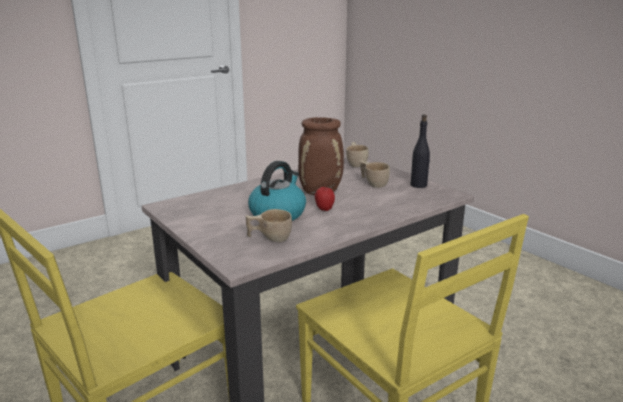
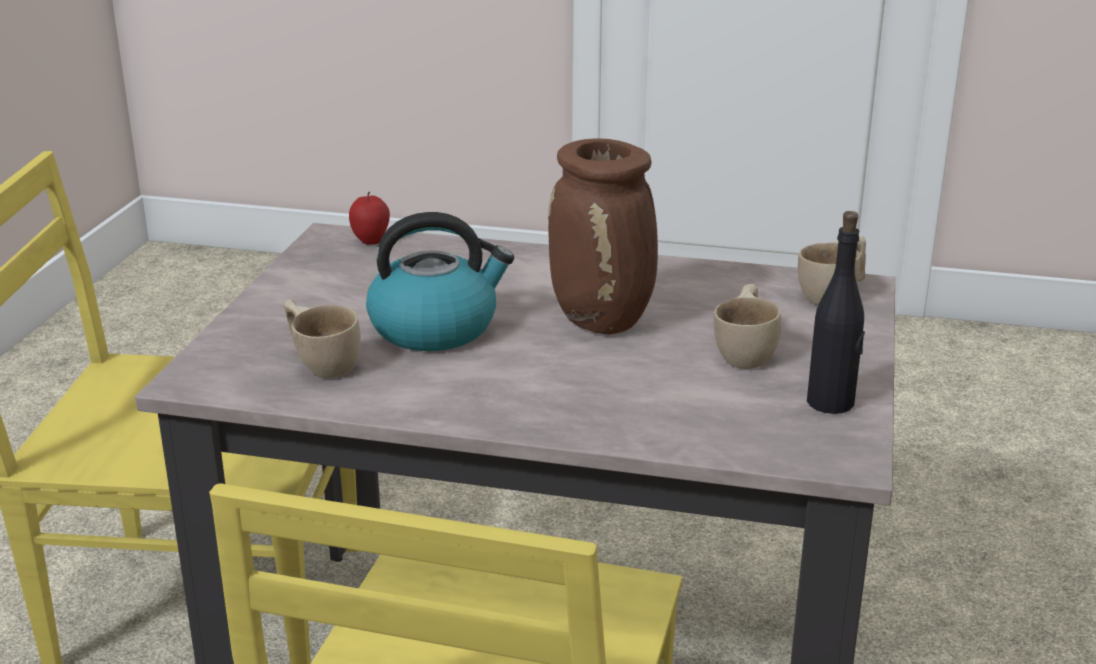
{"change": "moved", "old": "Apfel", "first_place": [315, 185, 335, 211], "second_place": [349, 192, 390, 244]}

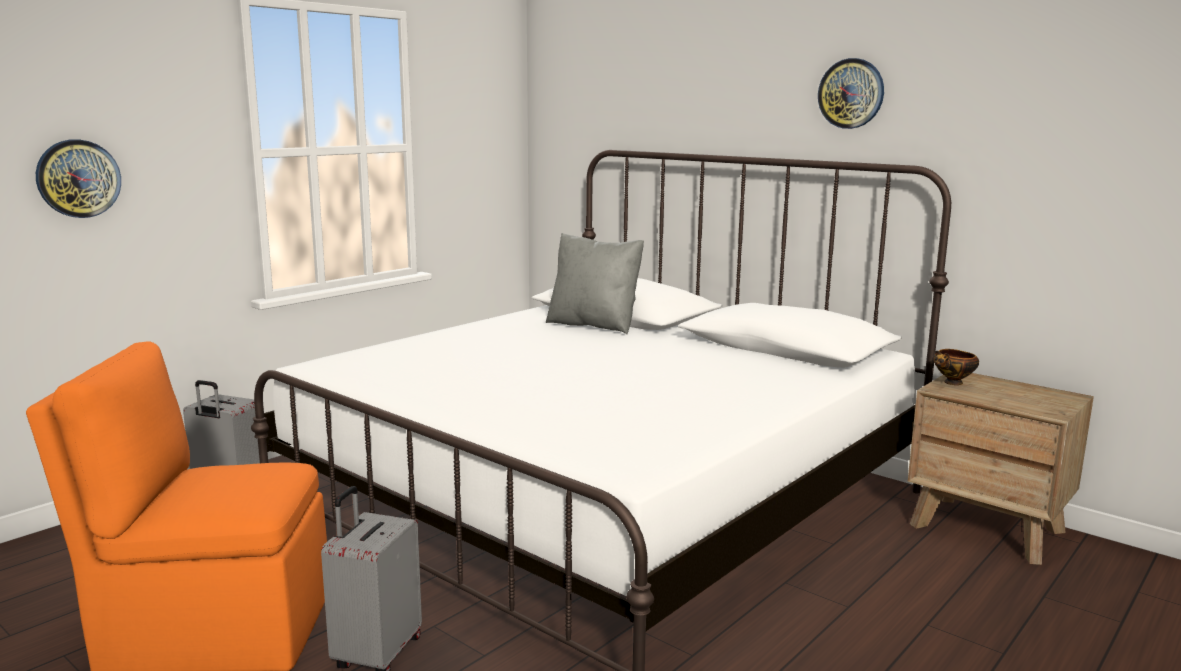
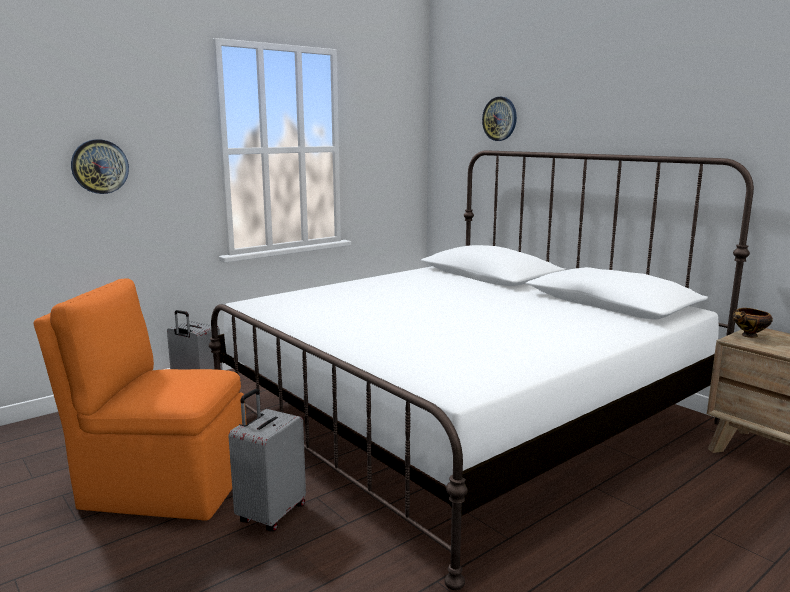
{"change": "moved", "old": "Wanduhr", "first_place": [818, 58, 884, 129], "second_place": [482, 97, 517, 141]}
{"change": "removed", "old": "Kissen (grau)", "first_place": [546, 233, 644, 334]}

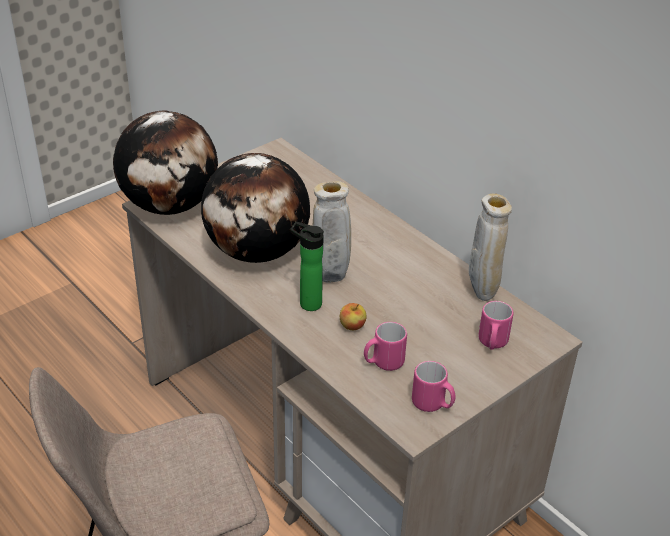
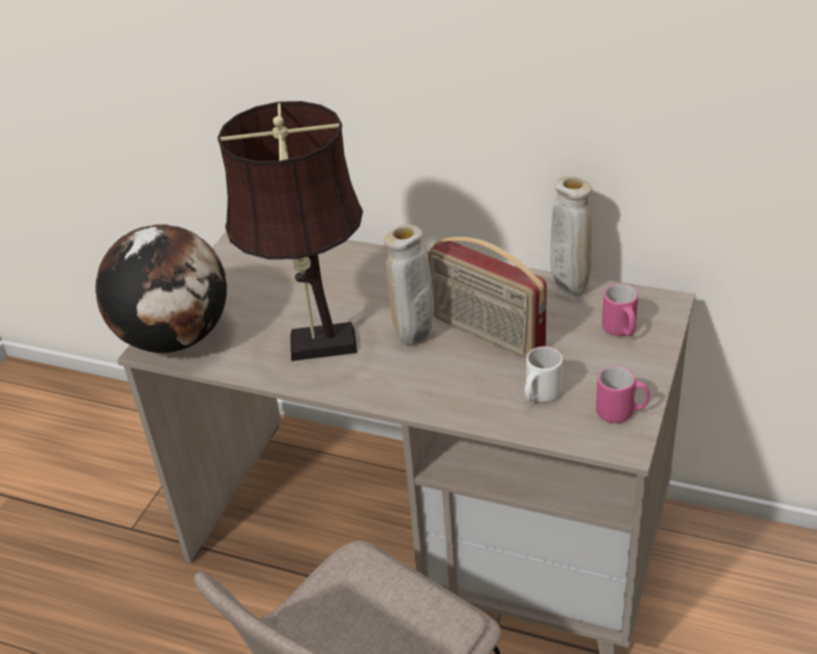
{"change": "replaced", "old": "Globus", "new": "Tischlampe (braun)", "first_place": [201, 153, 310, 263], "second_place": [217, 101, 363, 361]}
{"change": "added", "new": "Radio", "second_place": [428, 237, 547, 358]}
{"change": "recoloured", "old": "Henkelbecher (rosa)", "new": "Henkelbecher (weiß)", "first_place": [364, 322, 407, 371], "second_place": [525, 347, 563, 402]}
{"change": "removed", "old": "Flasche", "first_place": [290, 222, 324, 311]}
{"change": "removed", "old": "Apfel", "first_place": [340, 303, 367, 330]}

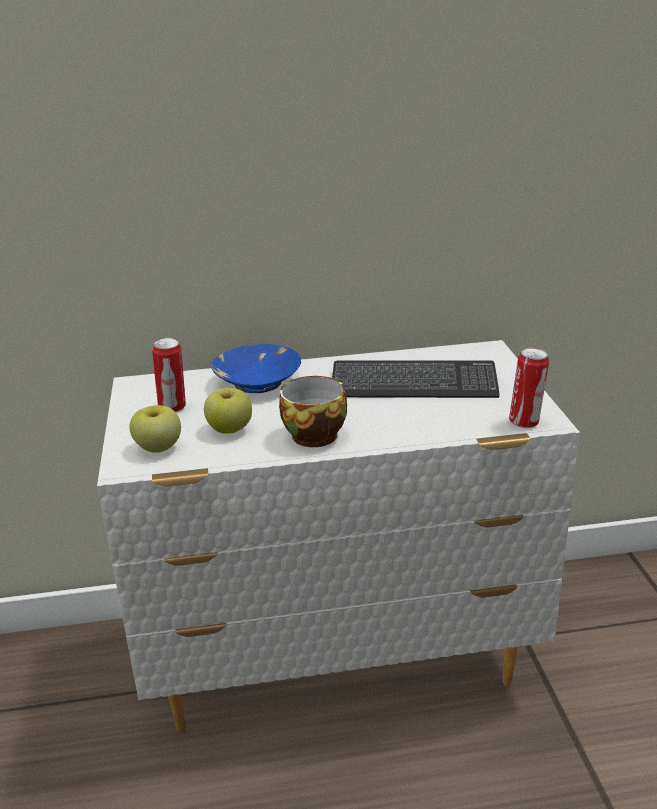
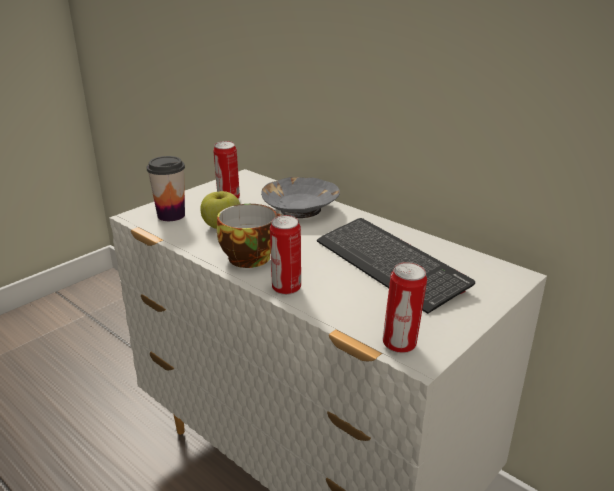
{"change": "replaced", "old": "Apfel", "new": "Tasse", "first_place": [129, 405, 181, 453], "second_place": [146, 156, 185, 221]}
{"change": "recoloured", "old": "Schüssel (blau)", "new": "Schüssel (grau)", "first_place": [212, 344, 301, 393], "second_place": [261, 177, 340, 218]}
{"change": "added", "new": "Dose", "second_place": [270, 215, 301, 295]}

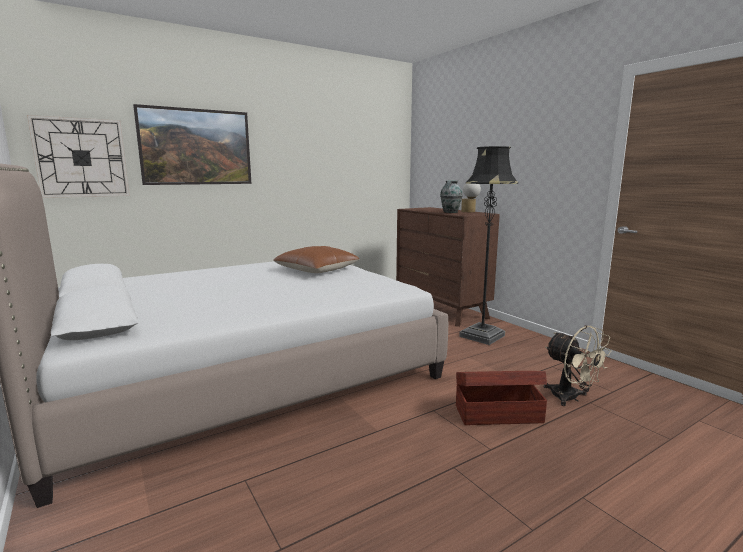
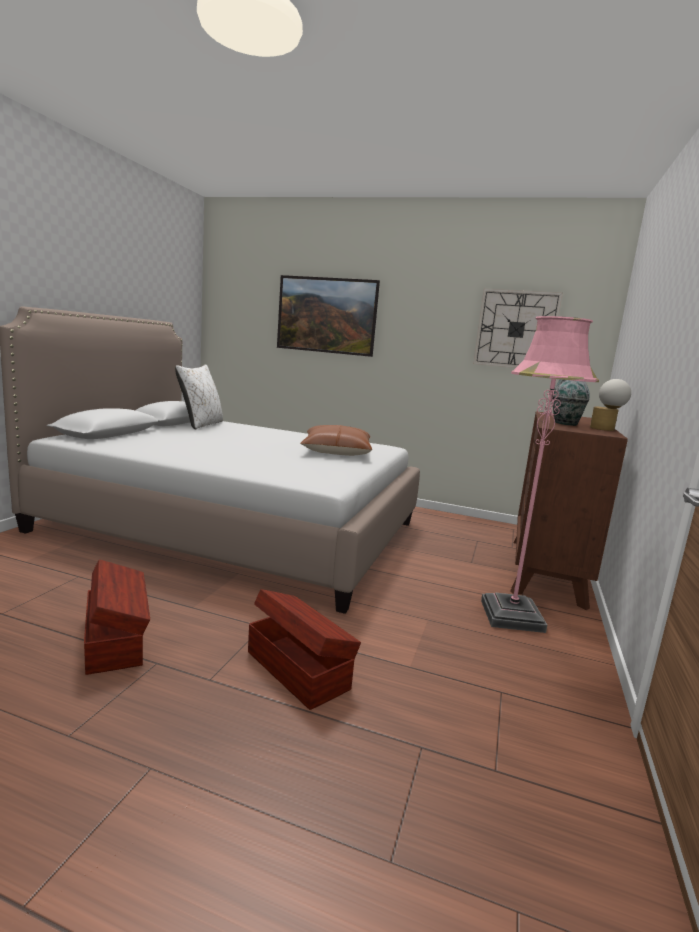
{"change": "added", "new": "Aufbewahrungsbox (braun)", "second_place": [84, 559, 150, 675]}
{"change": "added", "new": "Kissen (weiß)", "second_place": [175, 364, 223, 429]}
{"change": "moved", "old": "Wanduhr", "first_place": [27, 115, 130, 198], "second_place": [473, 289, 563, 368]}
{"change": "recoloured", "old": "Stehlampe (schwarz)", "new": "Stehlampe (rosa)", "first_place": [459, 146, 518, 345], "second_place": [481, 316, 599, 633]}
{"change": "removed", "old": "Ventilator (beige)", "first_place": [544, 325, 612, 406]}

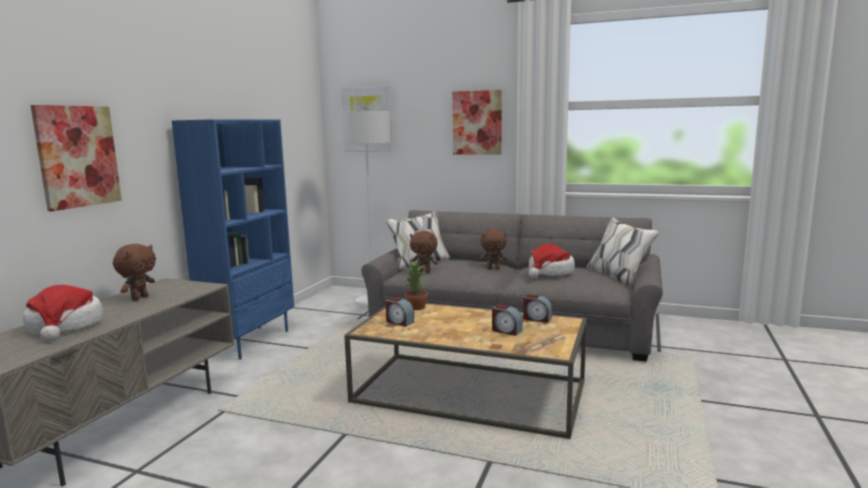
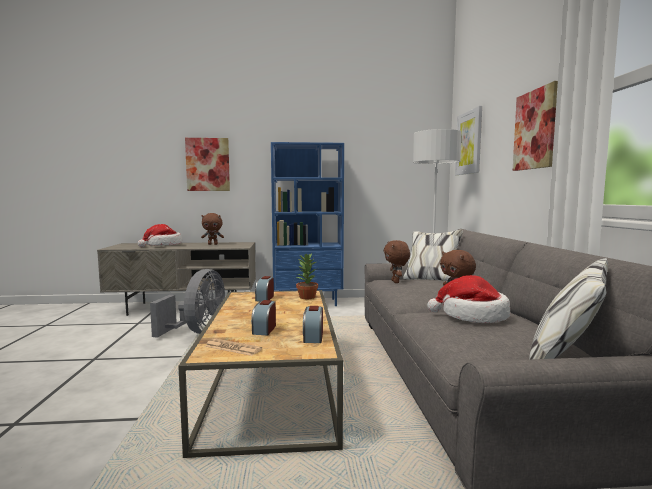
{"change": "added", "new": "Ventilator (grau)", "second_place": [150, 269, 225, 338]}

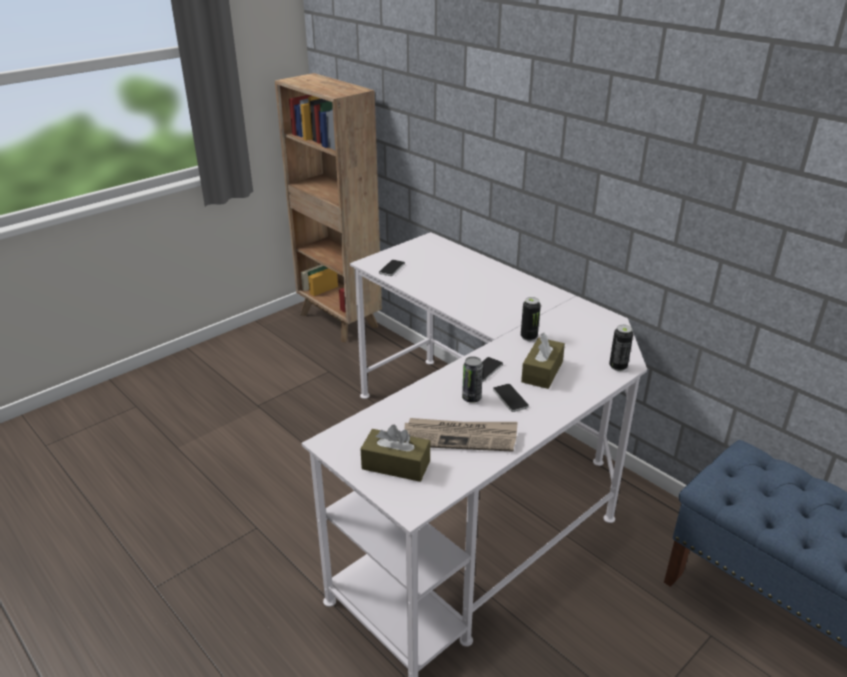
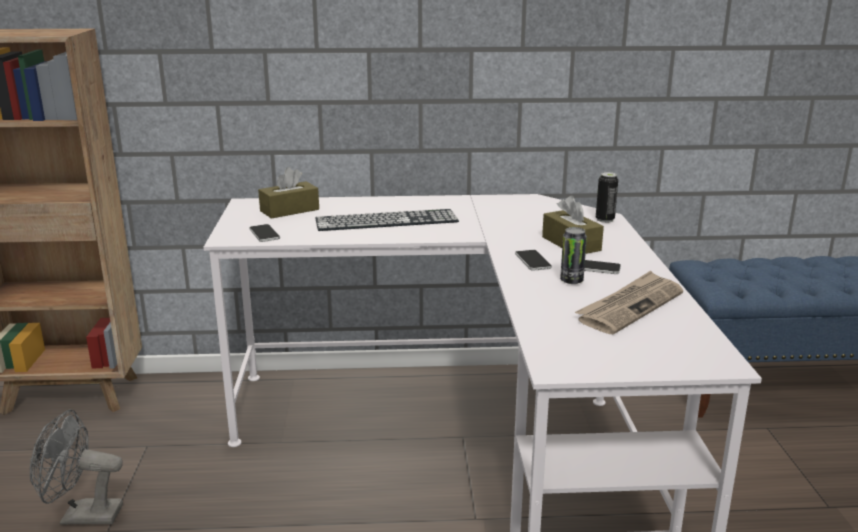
{"change": "added", "new": "Ventilator (grau)", "second_place": [30, 409, 123, 525]}
{"change": "moved", "old": "Taschentuchbox (braun)", "first_place": [360, 425, 430, 482], "second_place": [258, 167, 319, 219]}
{"change": "added", "new": "Tastatur", "second_place": [315, 209, 459, 231]}
{"change": "removed", "old": "Dose", "first_place": [521, 297, 541, 341]}

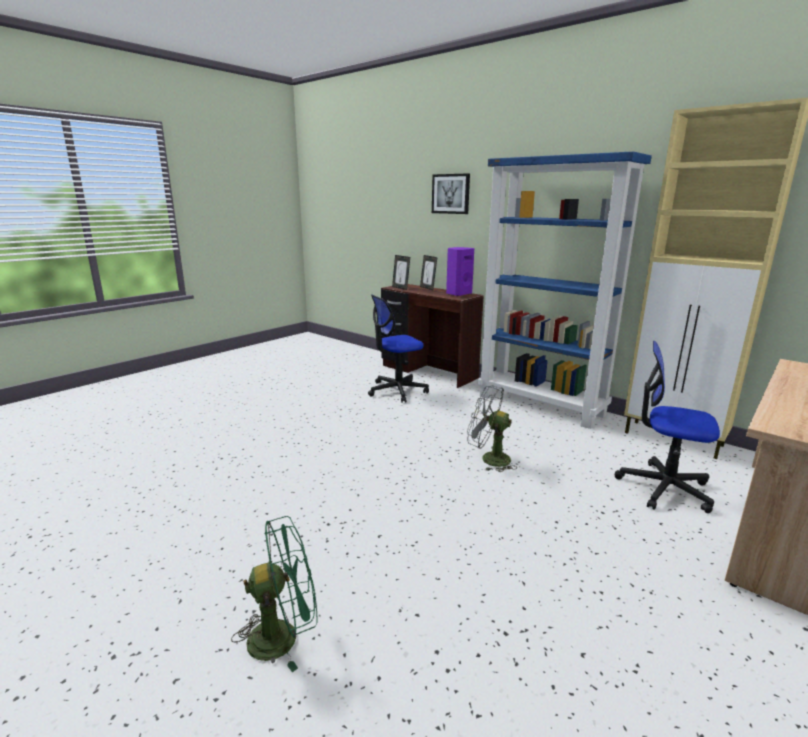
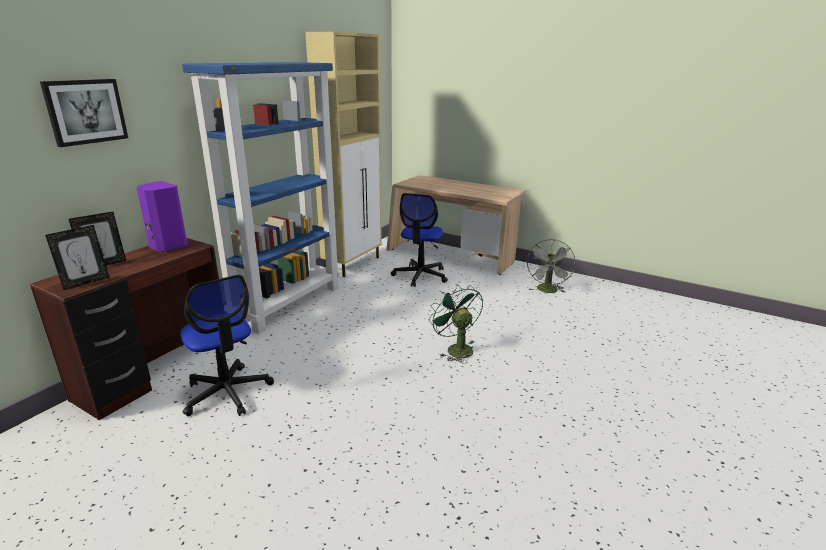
{"change": "moved", "old": "Ventilator (grün)", "first_place": [231, 516, 317, 672], "second_place": [429, 284, 483, 364]}
{"change": "moved", "old": "Ventilator (grau)", "first_place": [467, 385, 517, 472], "second_place": [527, 239, 575, 293]}

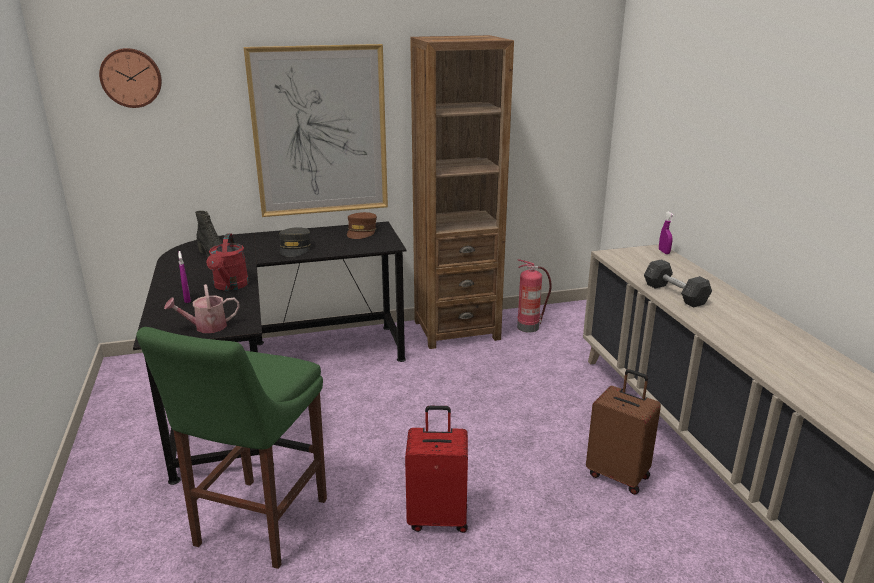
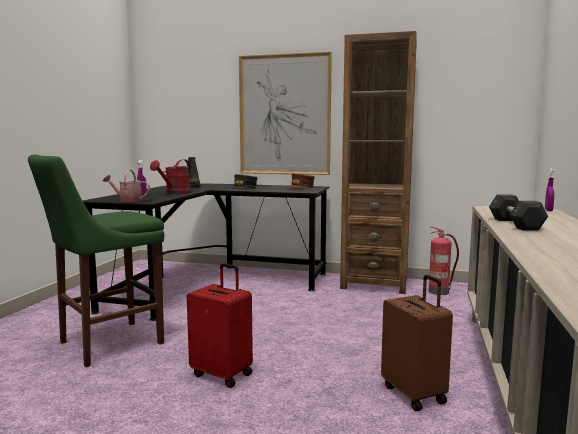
{"change": "removed", "old": "Wanduhr", "first_place": [99, 48, 162, 108]}

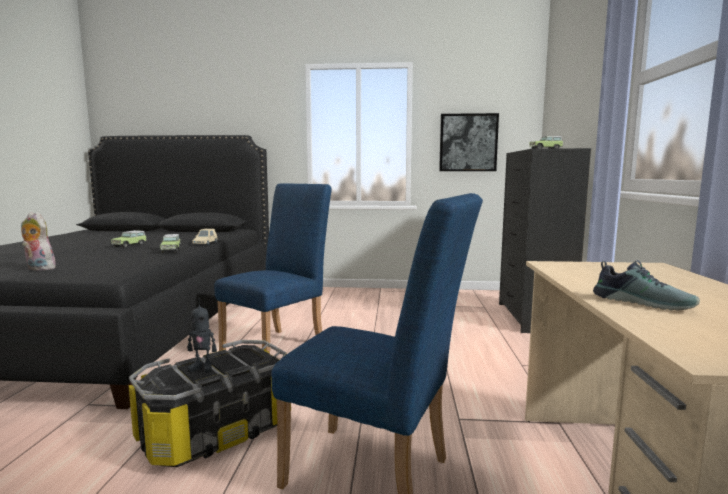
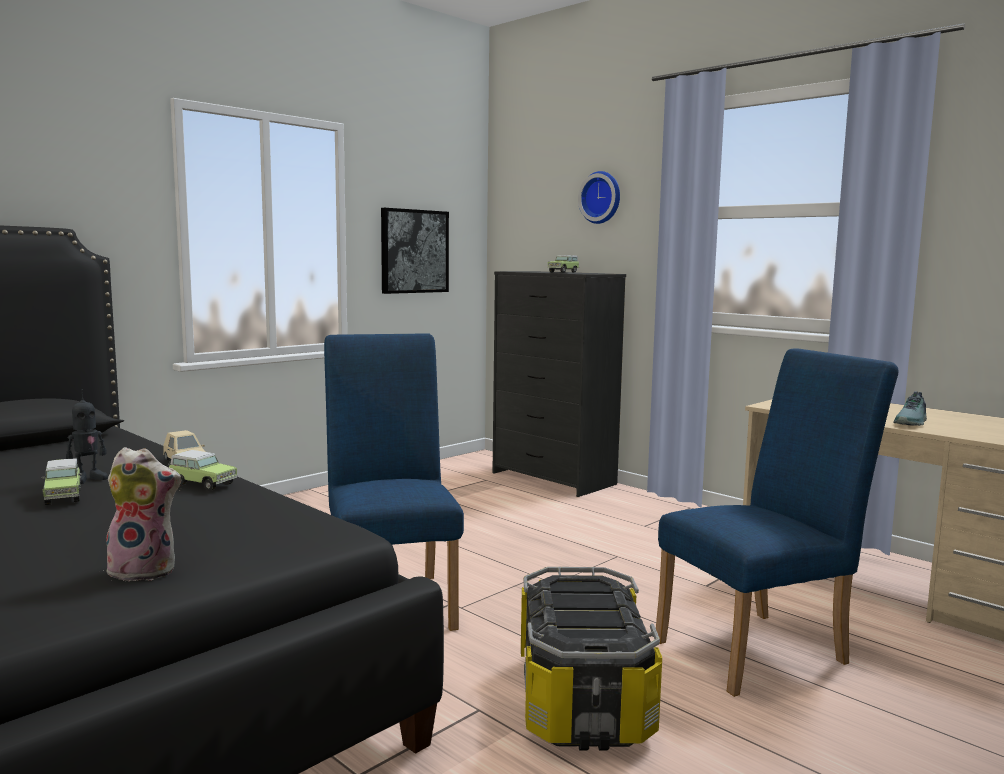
{"change": "moved", "old": "Spielzeugroboter", "first_place": [187, 298, 217, 373], "second_place": [66, 390, 108, 484]}
{"change": "turned", "old": "Plüschtier", "first_place": [21, 212, 56, 271], "second_place": [103, 447, 181, 581], "degrees": -150}
{"change": "added", "new": "Wanduhr", "second_place": [578, 171, 620, 224]}
{"change": "turned", "old": "Schuh", "first_place": [593, 260, 700, 311], "second_place": [893, 391, 927, 426], "degrees": 135}

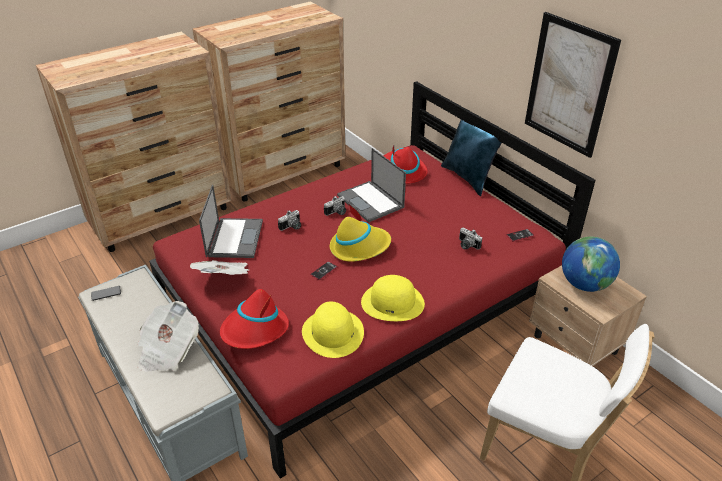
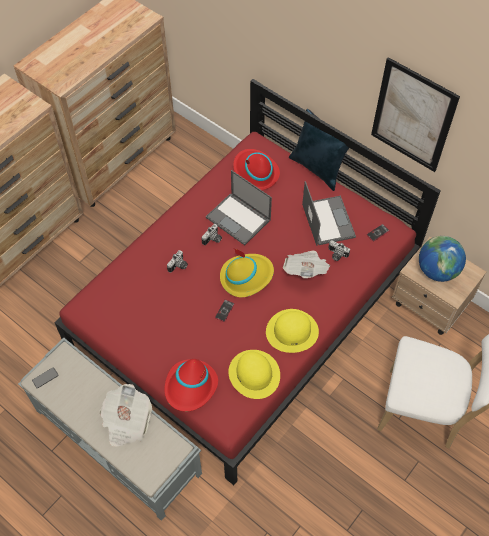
{"change": "moved", "old": "Zeitung", "first_place": [190, 260, 249, 275], "second_place": [283, 250, 330, 278]}
{"change": "moved", "old": "Laptop", "first_place": [199, 185, 263, 258], "second_place": [302, 181, 356, 246]}

